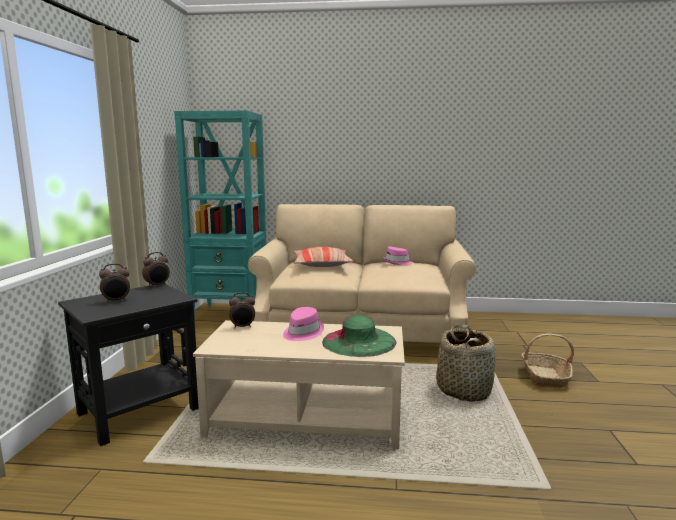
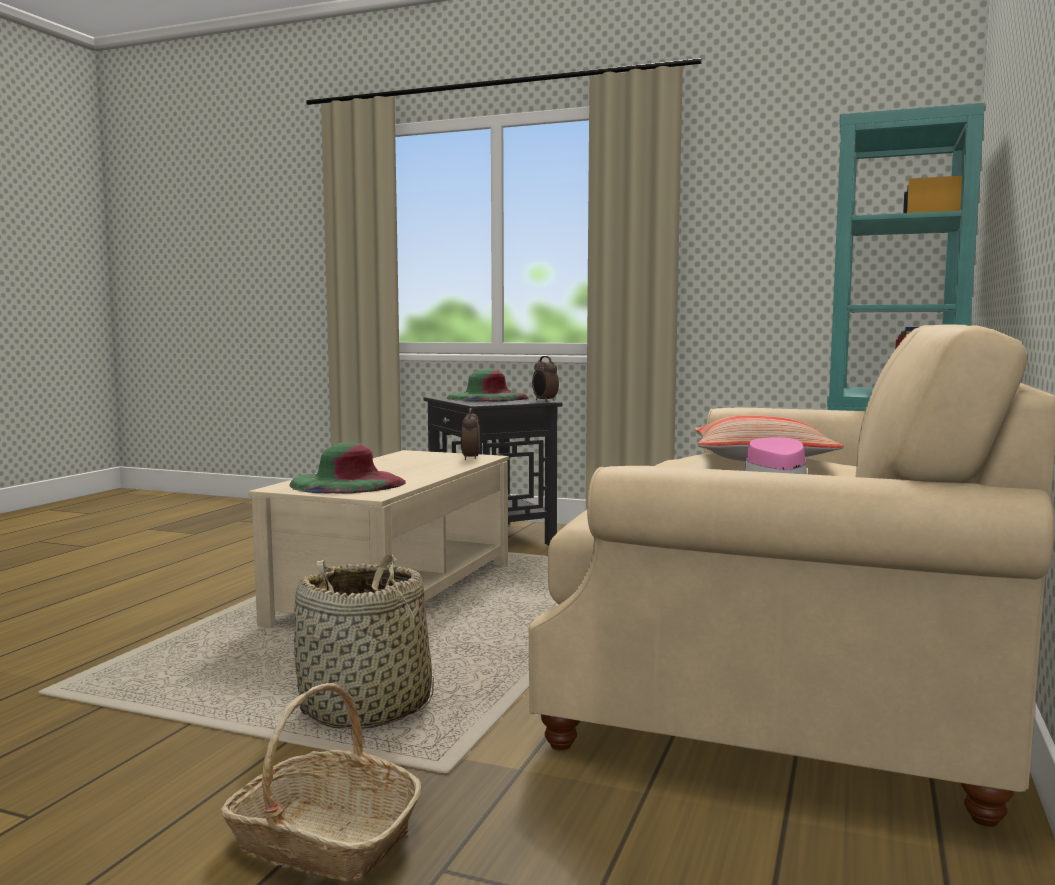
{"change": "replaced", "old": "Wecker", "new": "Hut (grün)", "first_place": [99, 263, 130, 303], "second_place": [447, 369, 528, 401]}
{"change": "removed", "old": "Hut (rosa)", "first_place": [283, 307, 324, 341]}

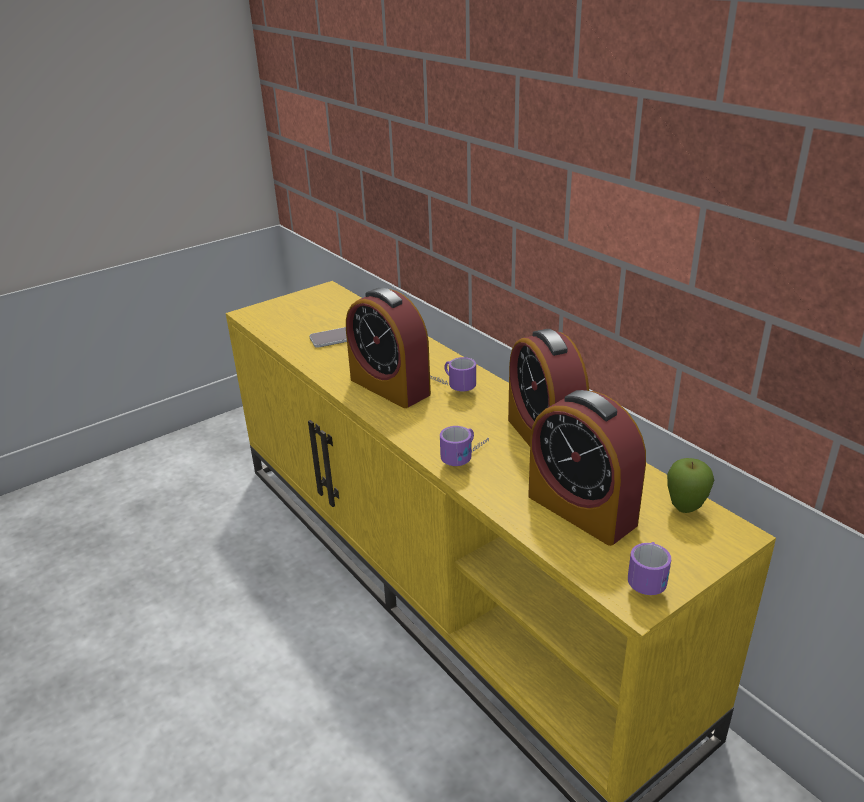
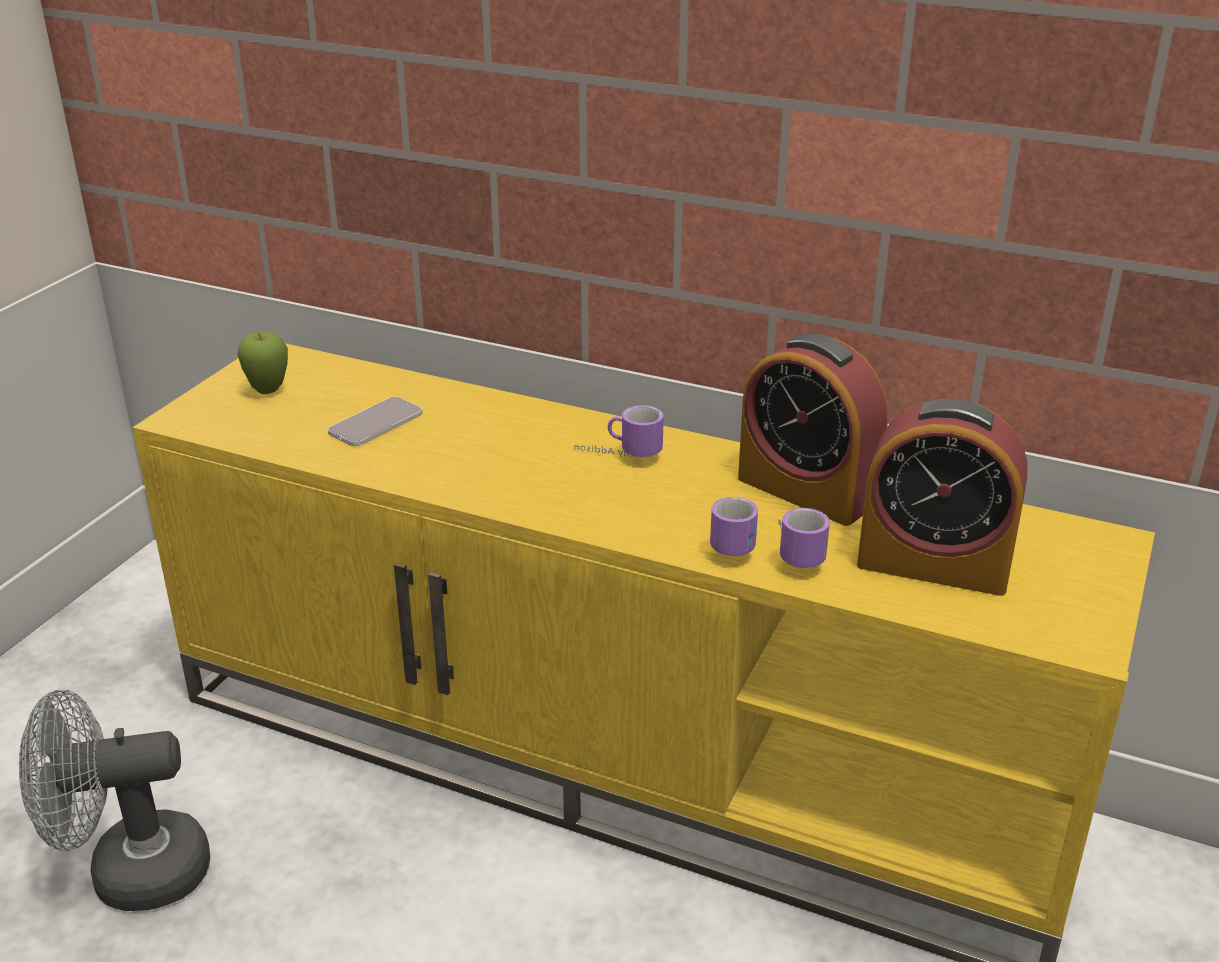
{"change": "added", "new": "Ventilator (grau)", "second_place": [19, 690, 210, 911]}
{"change": "moved", "old": "Apfel", "first_place": [667, 458, 714, 513], "second_place": [237, 332, 288, 394]}
{"change": "moved", "old": "Henkelbecher", "first_place": [628, 542, 671, 595], "second_place": [778, 508, 830, 568]}
{"change": "removed", "old": "Wecker", "first_place": [346, 288, 431, 408]}

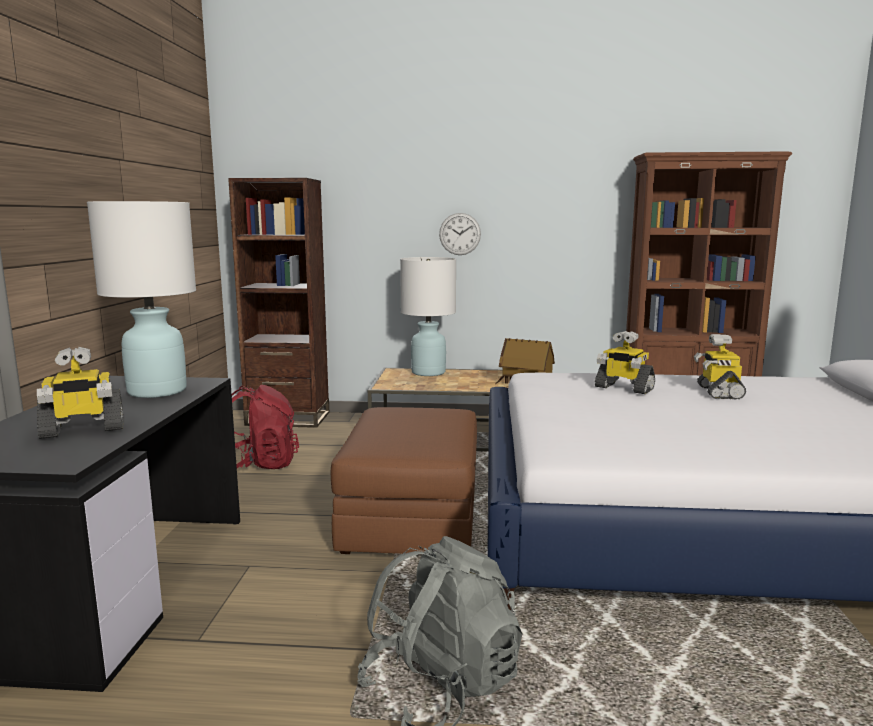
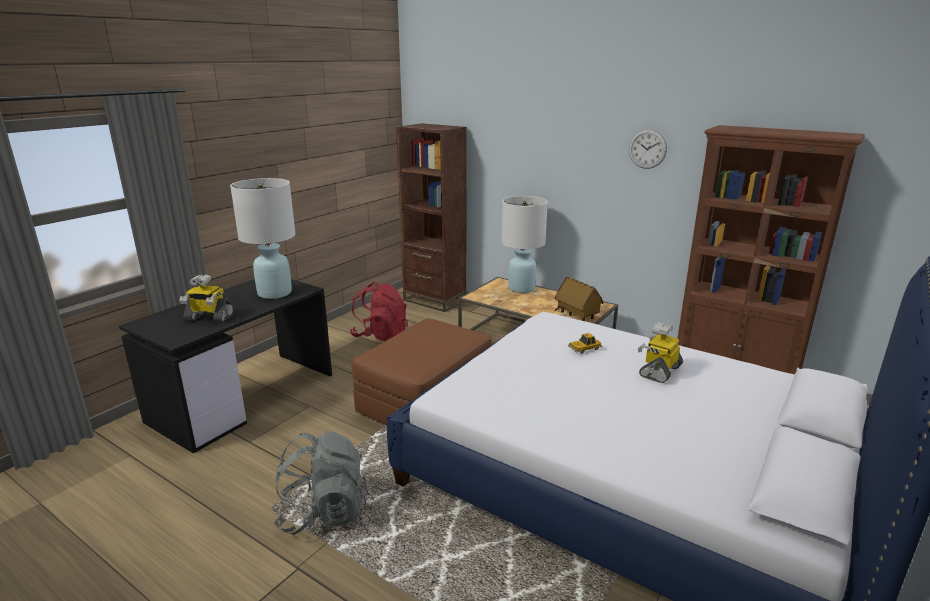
{"change": "replaced", "old": "Spielzeugroboter", "new": "Spielzeugauto", "first_place": [595, 331, 655, 394], "second_place": [568, 333, 602, 354]}
{"change": "moved", "old": "Wanduhr", "first_place": [439, 213, 481, 255], "second_place": [629, 129, 667, 169]}

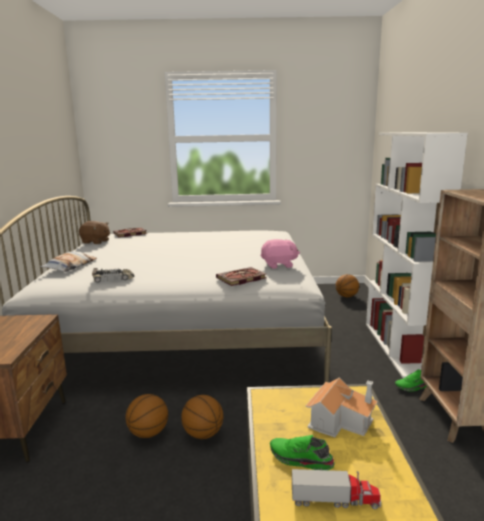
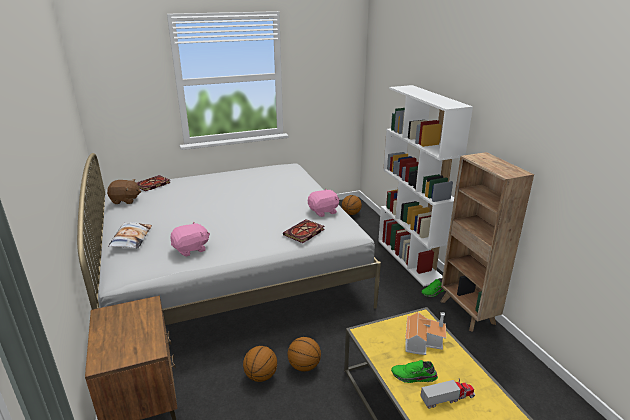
{"change": "replaced", "old": "Spielzeugauto", "new": "Plüschtier (rosa)", "first_place": [92, 268, 135, 283], "second_place": [170, 221, 210, 257]}

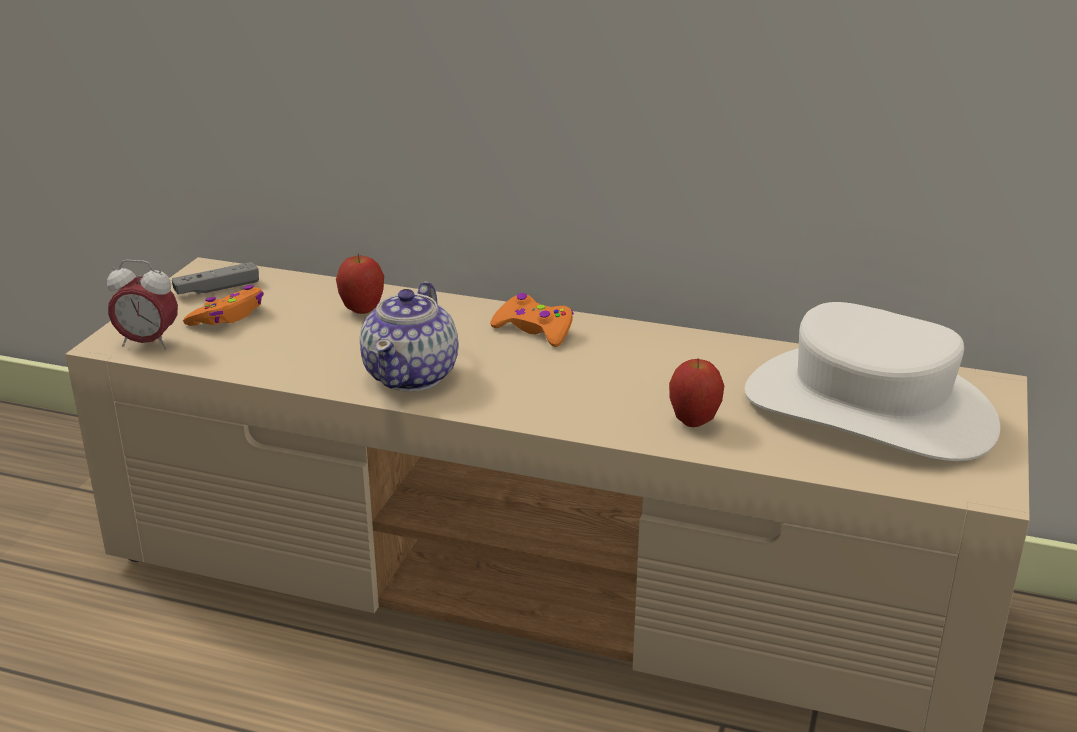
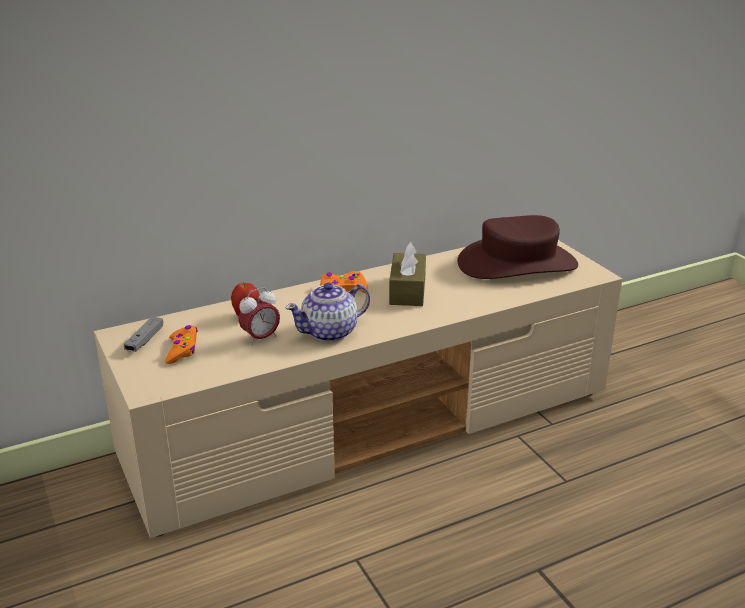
{"change": "moved", "old": "Wecker", "first_place": [107, 260, 178, 349], "second_place": [238, 287, 280, 346]}
{"change": "turned", "old": "Teekanne", "first_place": [360, 282, 458, 392], "second_place": [285, 282, 370, 342], "degrees": 90}
{"change": "added", "new": "Taschentuchbox (braun)", "second_place": [389, 242, 426, 306]}
{"change": "recoloured", "old": "Hut (weiß)", "new": "Hut (braun)", "first_place": [745, 302, 1000, 461], "second_place": [457, 215, 578, 279]}
{"change": "removed", "old": "Apfel", "first_place": [669, 358, 724, 427]}

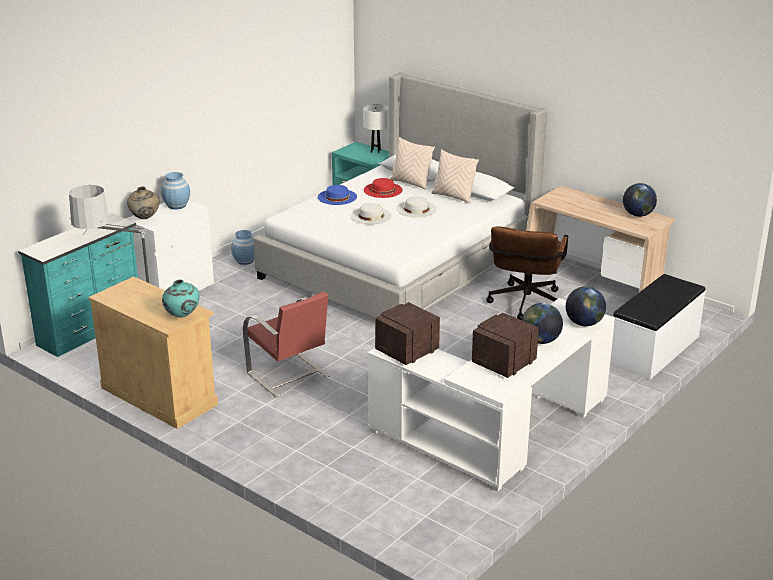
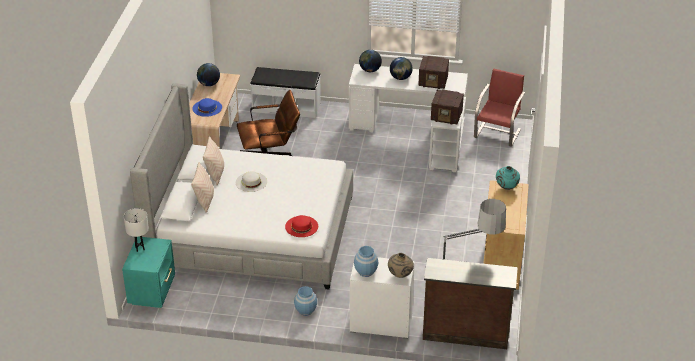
{"change": "moved", "old": "Hut (blau)", "first_place": [318, 185, 357, 205], "second_place": [192, 98, 222, 117]}
{"change": "moved", "old": "Hut (rot)", "first_place": [364, 178, 403, 198], "second_place": [285, 215, 318, 237]}
{"change": "recoloured", "old": "Kommode (türkis)", "new": "Kommode (braun)", "first_place": [18, 213, 138, 357], "second_place": [423, 258, 518, 349]}
{"change": "moved", "old": "Stuhl (rot)", "first_place": [243, 292, 330, 397], "second_place": [474, 69, 525, 147]}
{"change": "removed", "old": "Hut (weiß)", "first_place": [351, 203, 392, 224]}

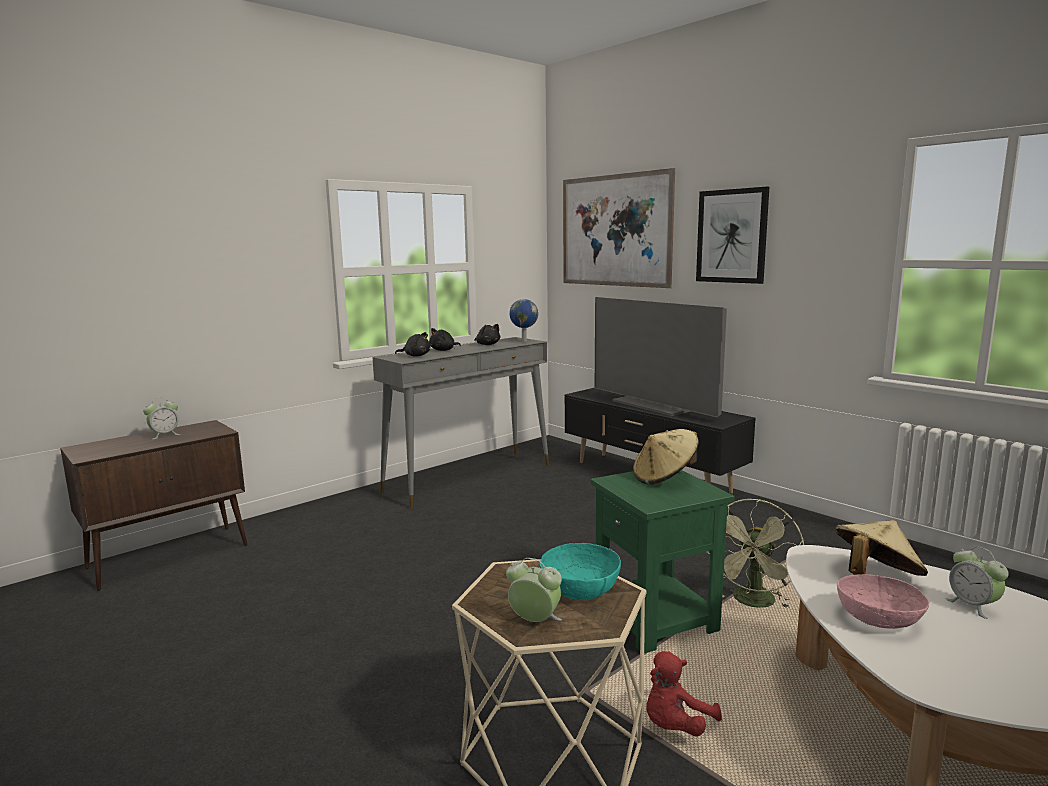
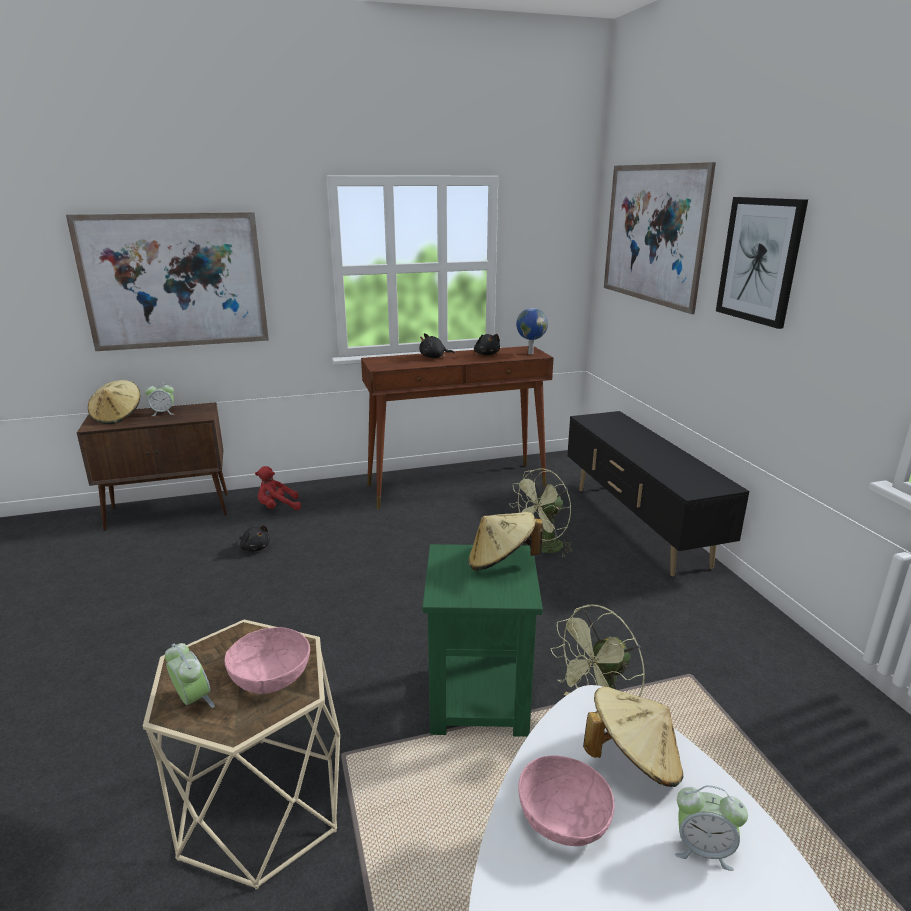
{"change": "added", "new": "Bild", "second_place": [66, 212, 269, 351]}
{"change": "added", "new": "Hut (beige)", "second_place": [88, 380, 140, 424]}
{"change": "recoloured", "old": "Schüssel (türkis)", "new": "Schüssel (rosa)", "first_place": [540, 543, 621, 600], "second_place": [224, 627, 310, 694]}
{"change": "moved", "old": "Plüschtier (schwarz)", "first_place": [395, 332, 430, 356], "second_place": [239, 525, 270, 552]}
{"change": "moved", "old": "Plüschtier (rot)", "first_place": [647, 651, 722, 736], "second_place": [255, 466, 301, 510]}
{"change": "recoloured", "old": "Konsolentisch (grau)", "new": "Konsolentisch (braun)", "first_place": [372, 337, 549, 509], "second_place": [361, 346, 554, 509]}
{"change": "added", "new": "Ventilator (grün)", "second_place": [509, 468, 573, 557]}
{"change": "turned", "old": "Wecker", "first_place": [945, 547, 1009, 619], "second_place": [675, 785, 748, 871], "degrees": -75}
{"change": "removed", "old": "Fernseher", "first_place": [595, 297, 727, 418]}

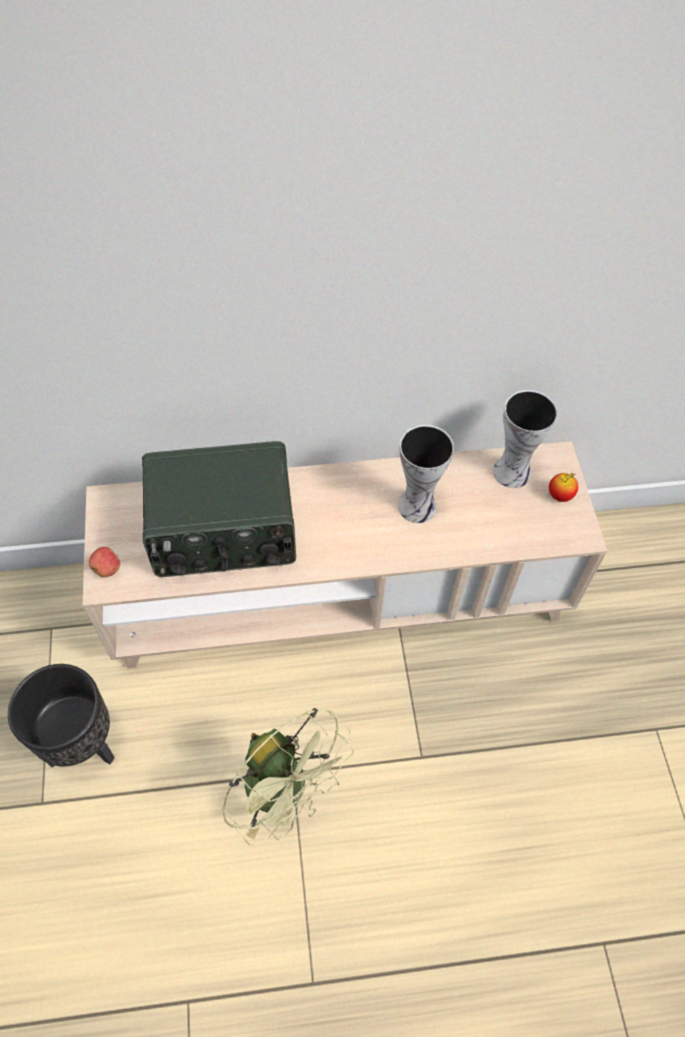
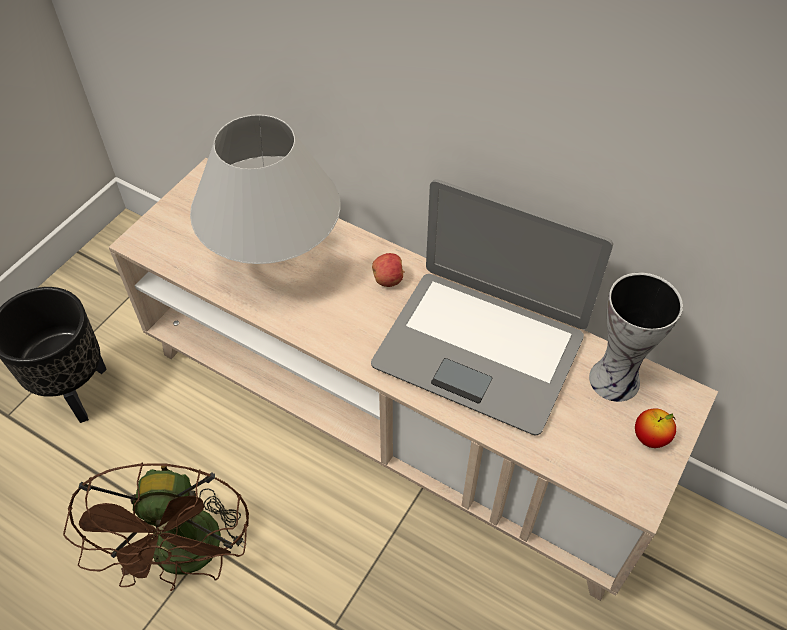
{"change": "recoloured", "old": "Ventilator (grün)", "new": "Ventilator (braun)", "first_place": [222, 708, 354, 846], "second_place": [63, 462, 249, 591]}
{"change": "replaced", "old": "Radio", "new": "Tischlampe (weiß)", "first_place": [142, 441, 296, 577], "second_place": [190, 115, 341, 264]}
{"change": "replaced", "old": "Vase", "new": "Laptop", "first_place": [398, 425, 454, 523], "second_place": [371, 179, 613, 435]}
{"change": "moved", "old": "Apfel", "first_place": [89, 547, 120, 577], "second_place": [372, 253, 405, 287]}

